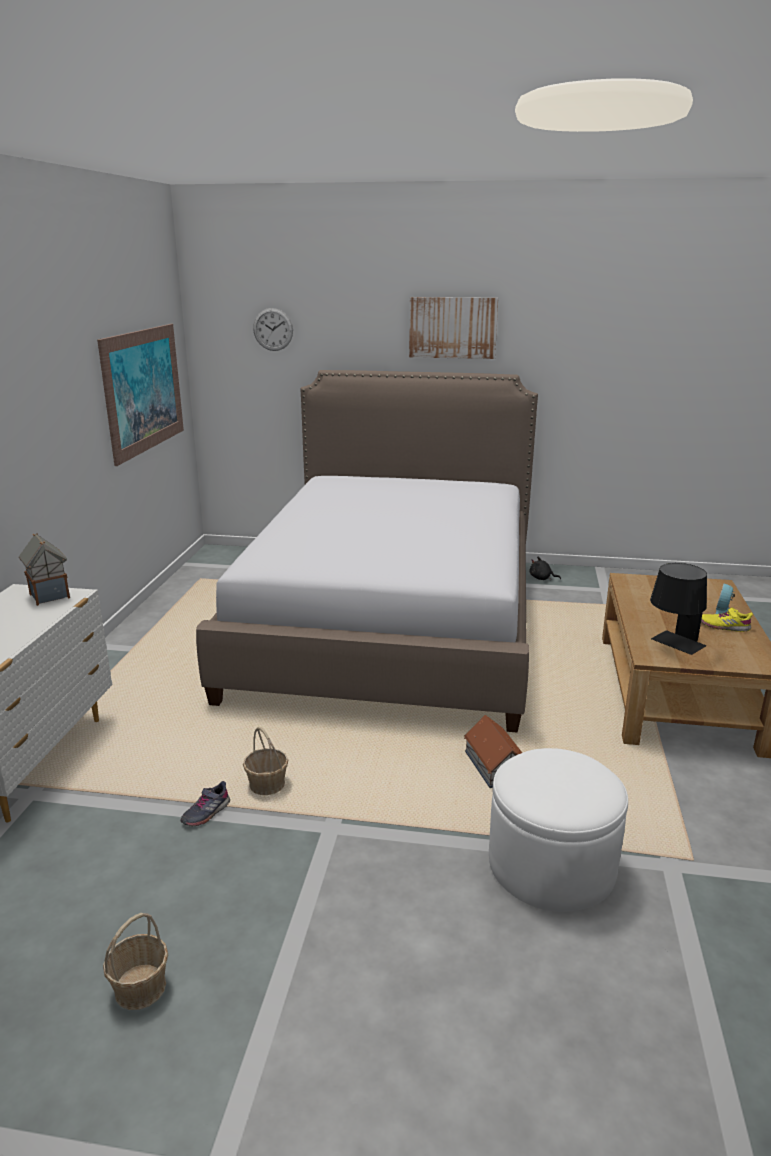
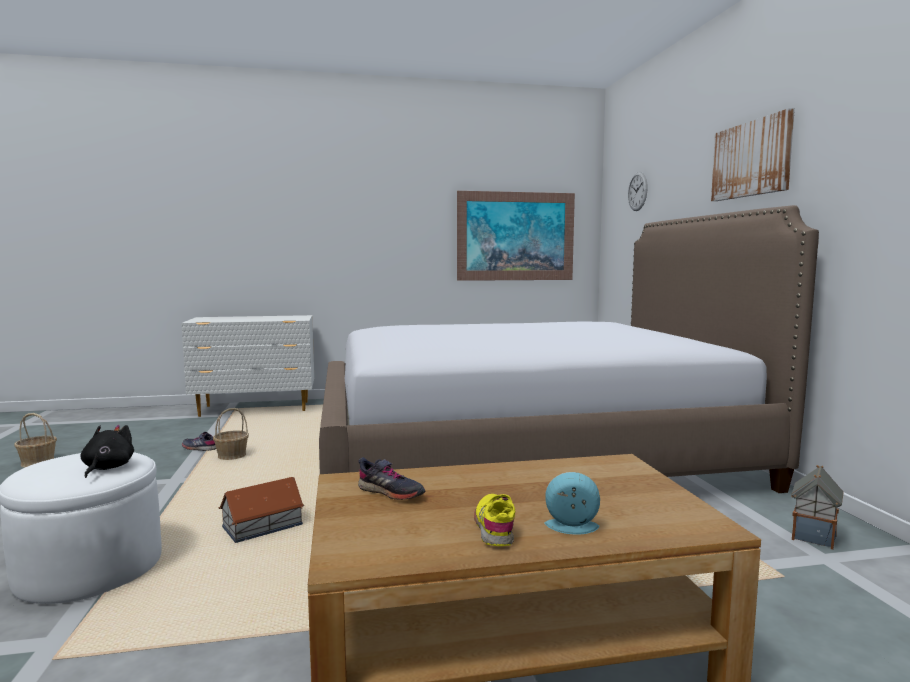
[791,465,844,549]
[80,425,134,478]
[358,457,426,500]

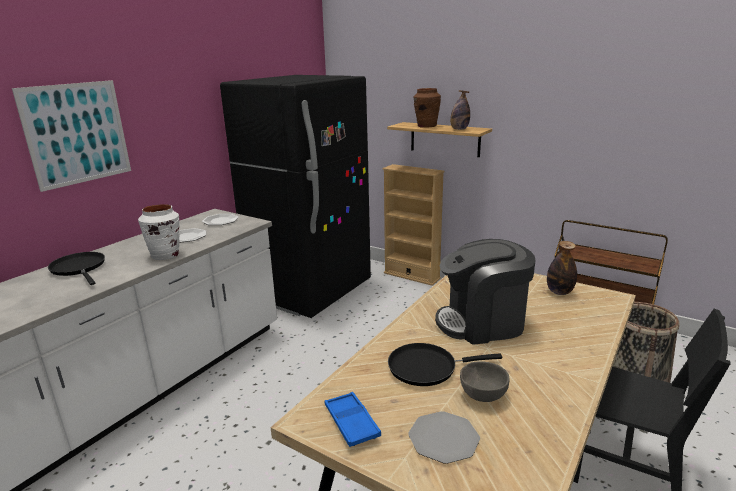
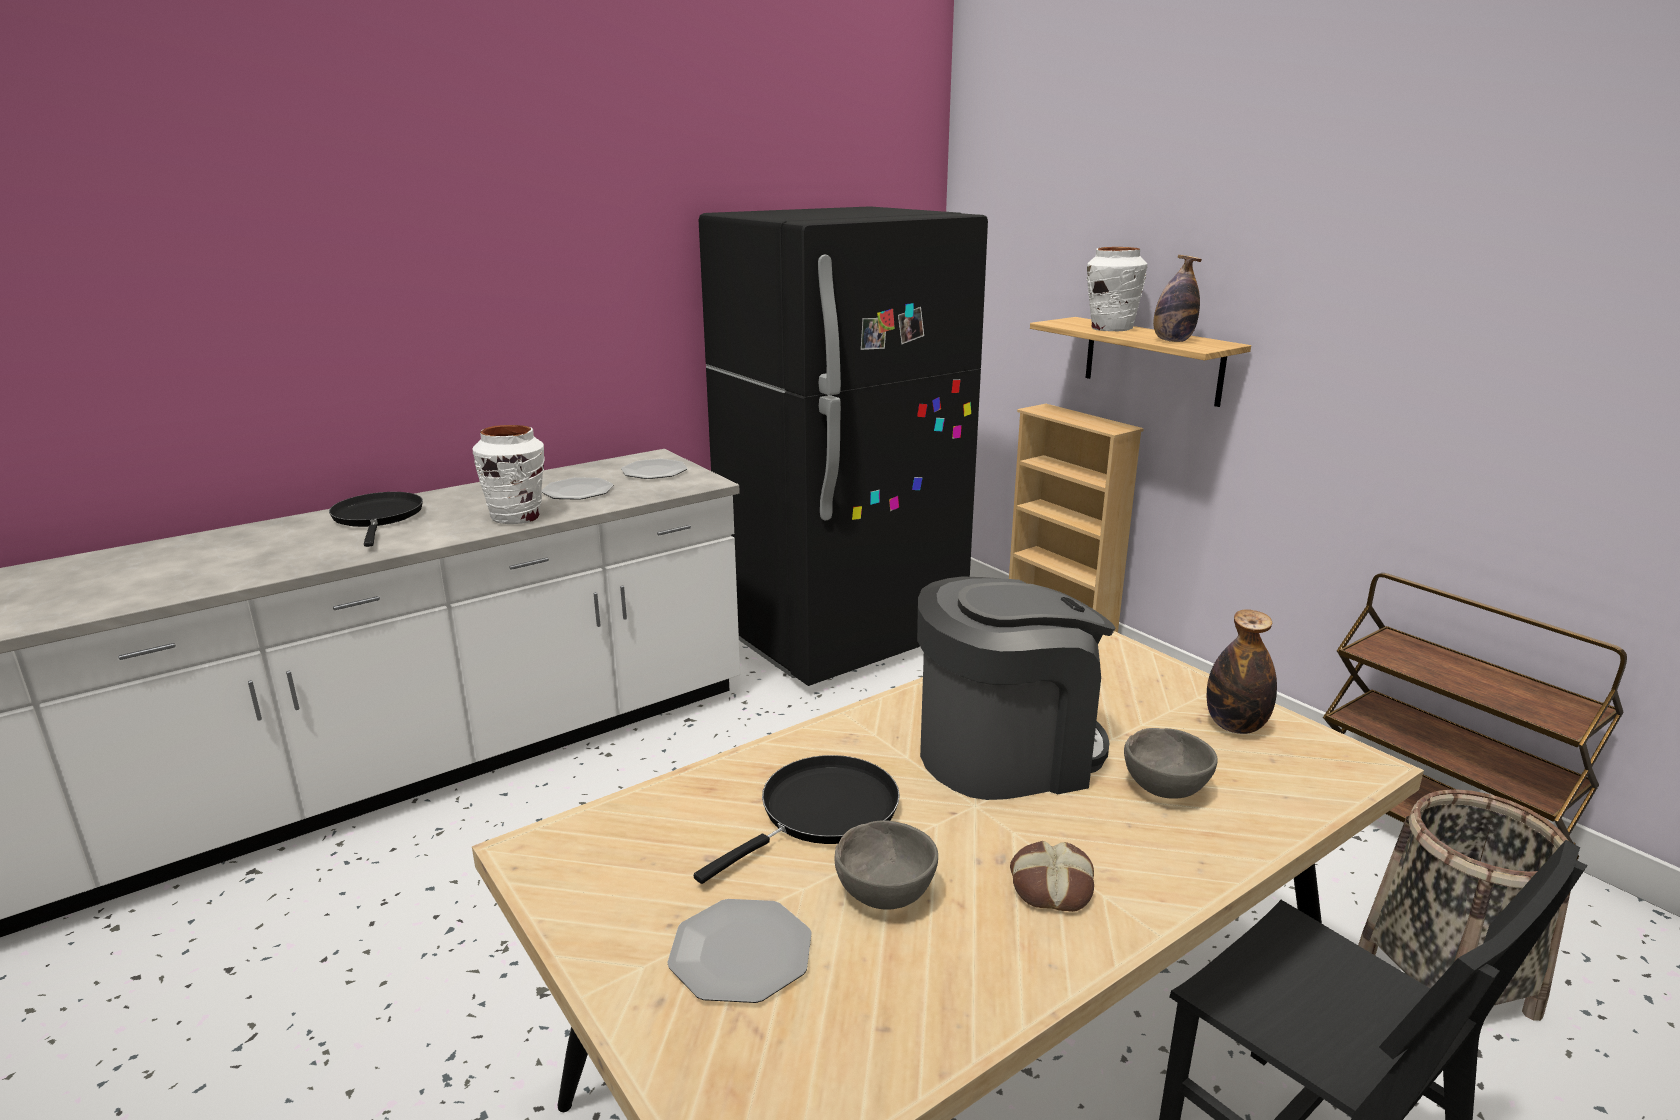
[12,80,131,192] (first image)
[325,392,381,447] (first image)
[1010,841,1094,912]
[1124,728,1218,799]
[1087,247,1147,331]
[694,755,900,884]
[917,577,1115,800]

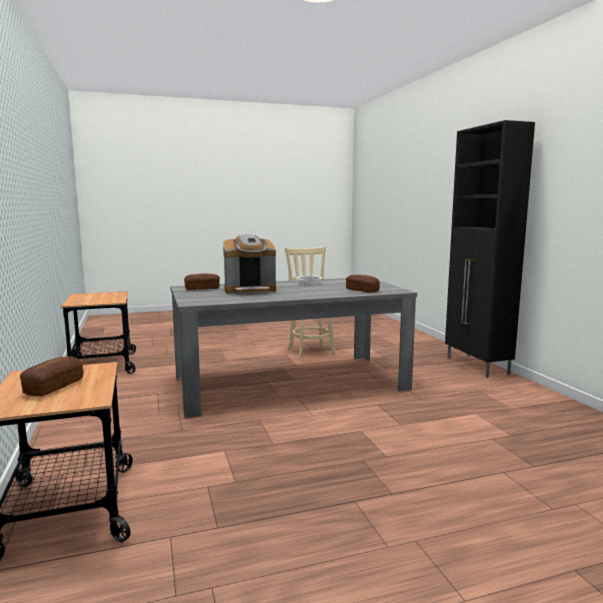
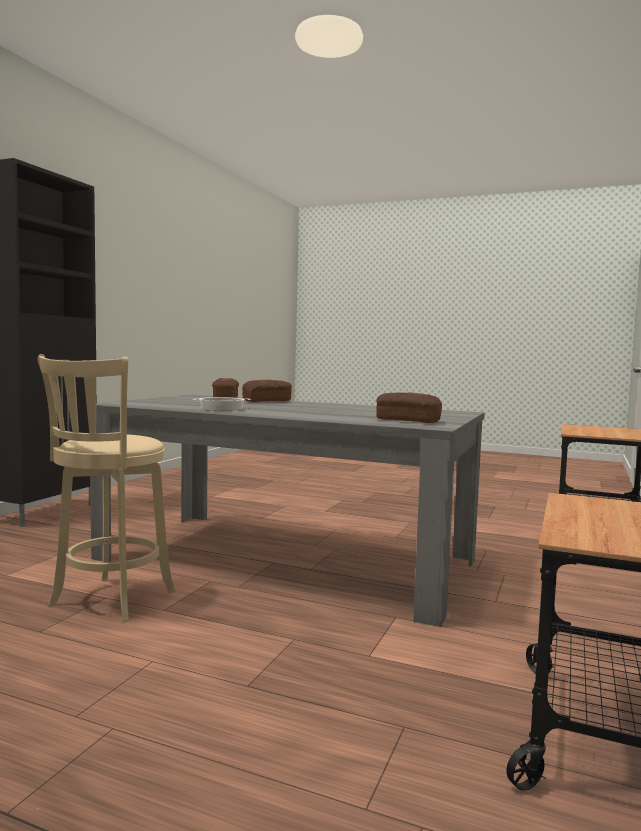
[223,234,276,295] (first image)
[242,380,292,402]

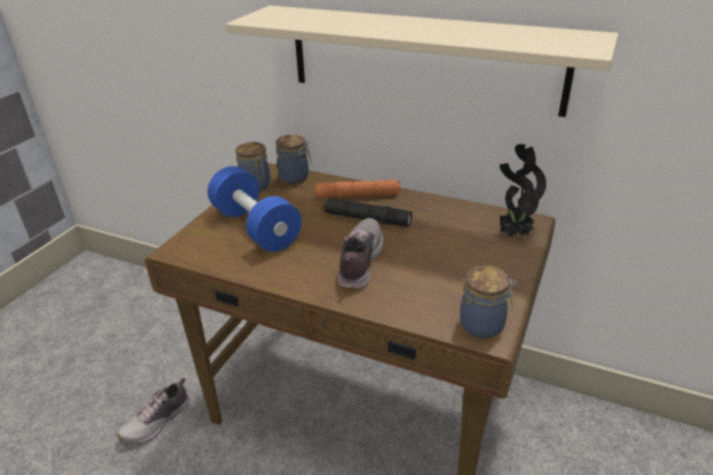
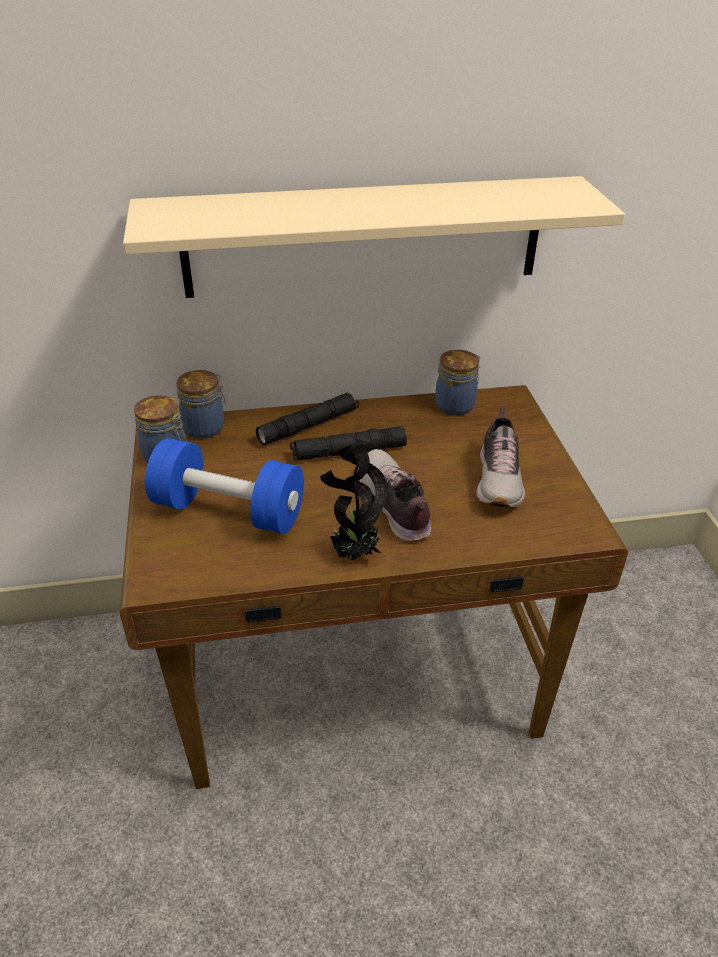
[476,407,525,508]
[435,350,480,416]
[320,444,388,560]
[256,392,359,445]

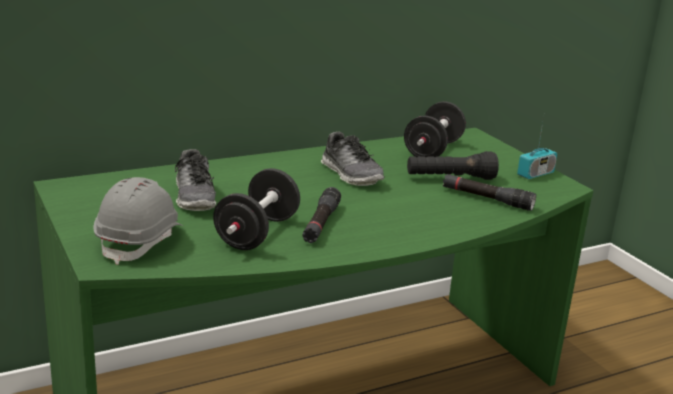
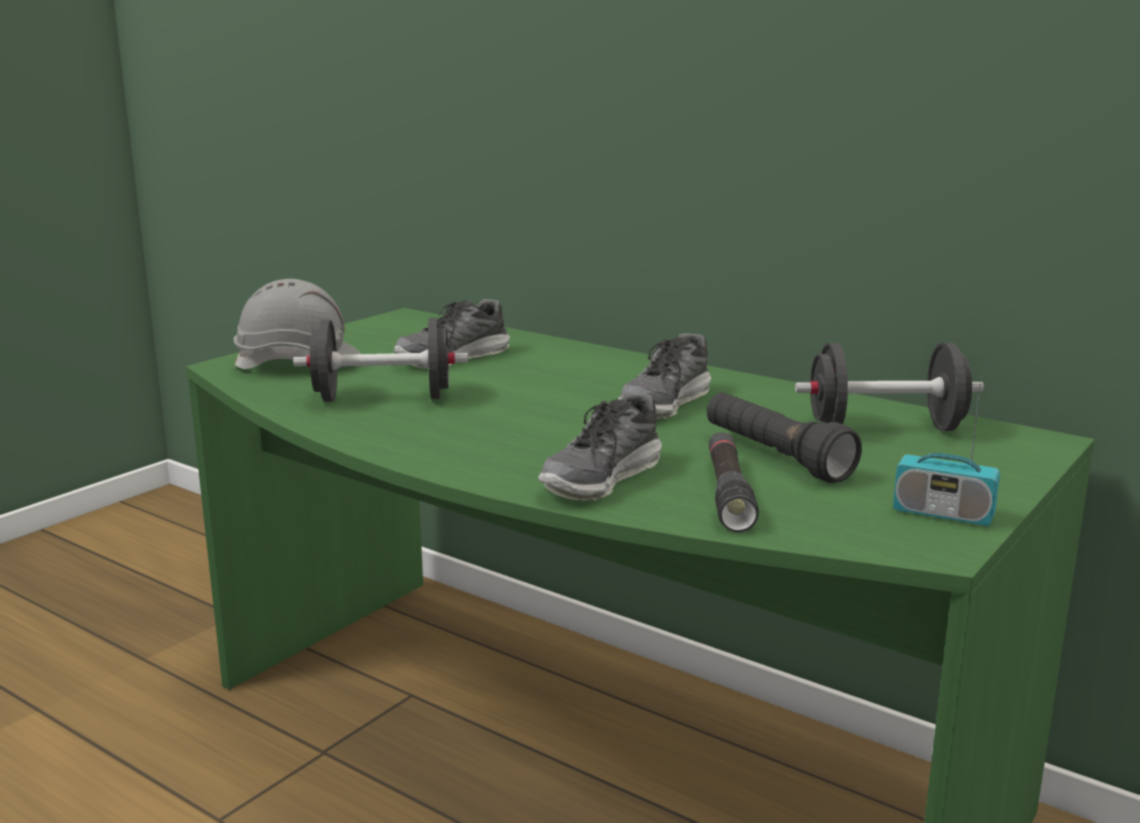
[303,187,341,243] (first image)
[538,393,662,501]

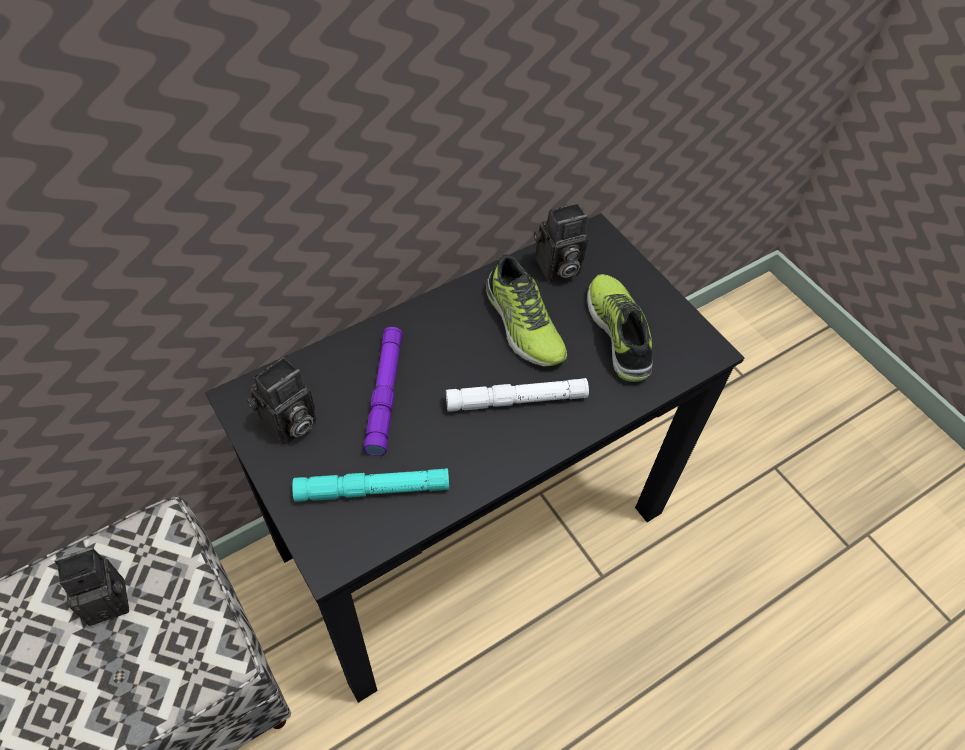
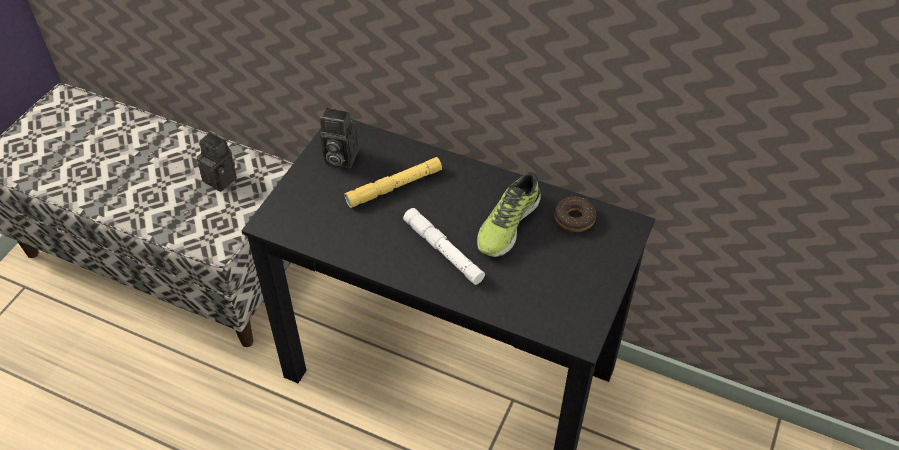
[292,468,449,502] (first image)
[587,274,653,382] (first image)
[554,196,596,232]
[344,157,442,208]

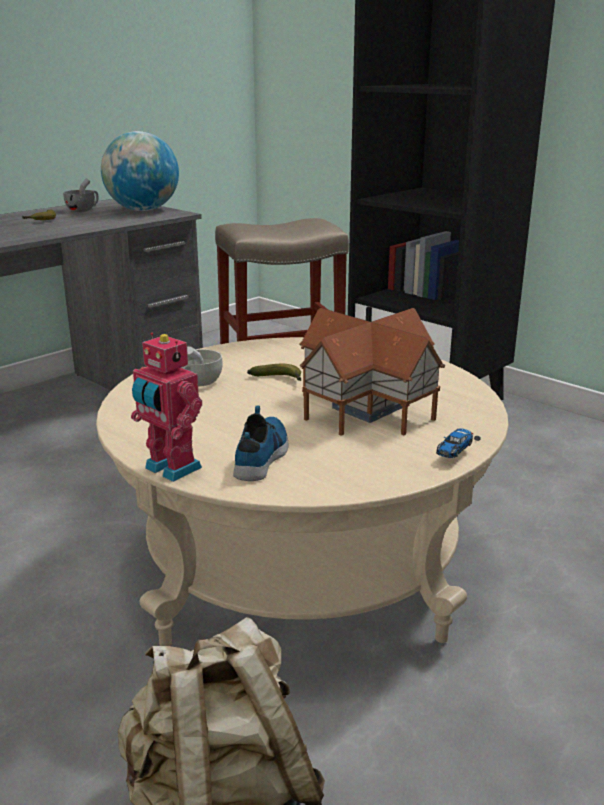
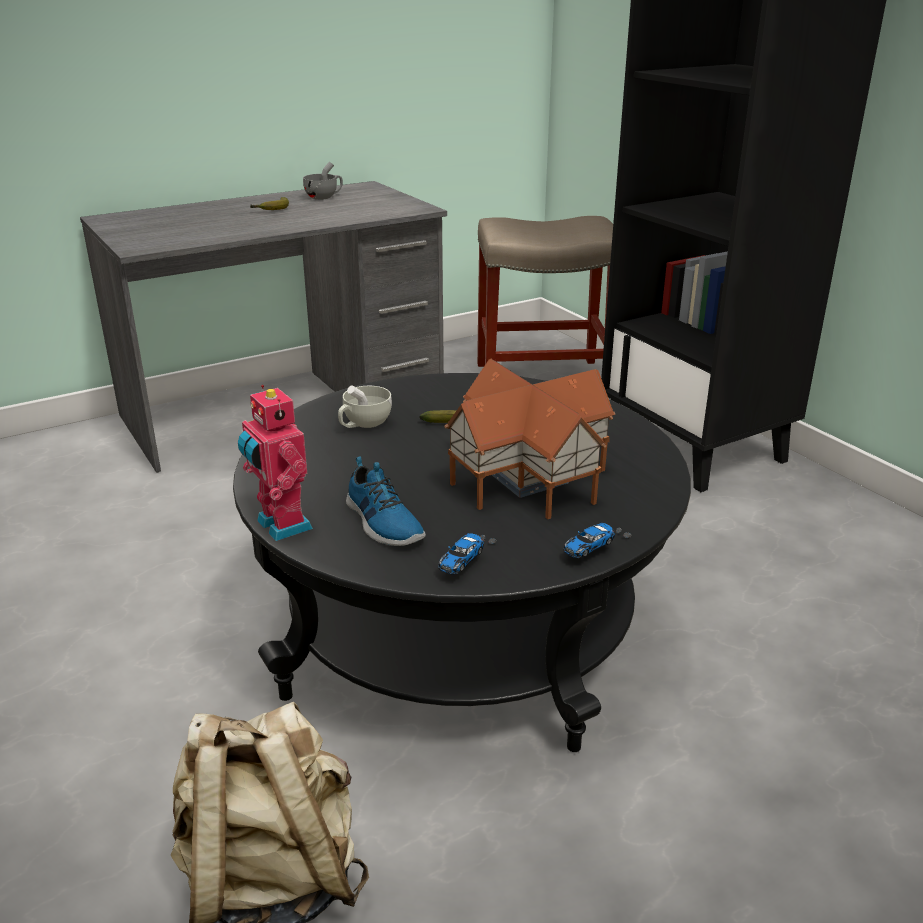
[101,131,179,211] (first image)
[438,533,496,574]
[233,373,691,752]
[346,456,426,546]

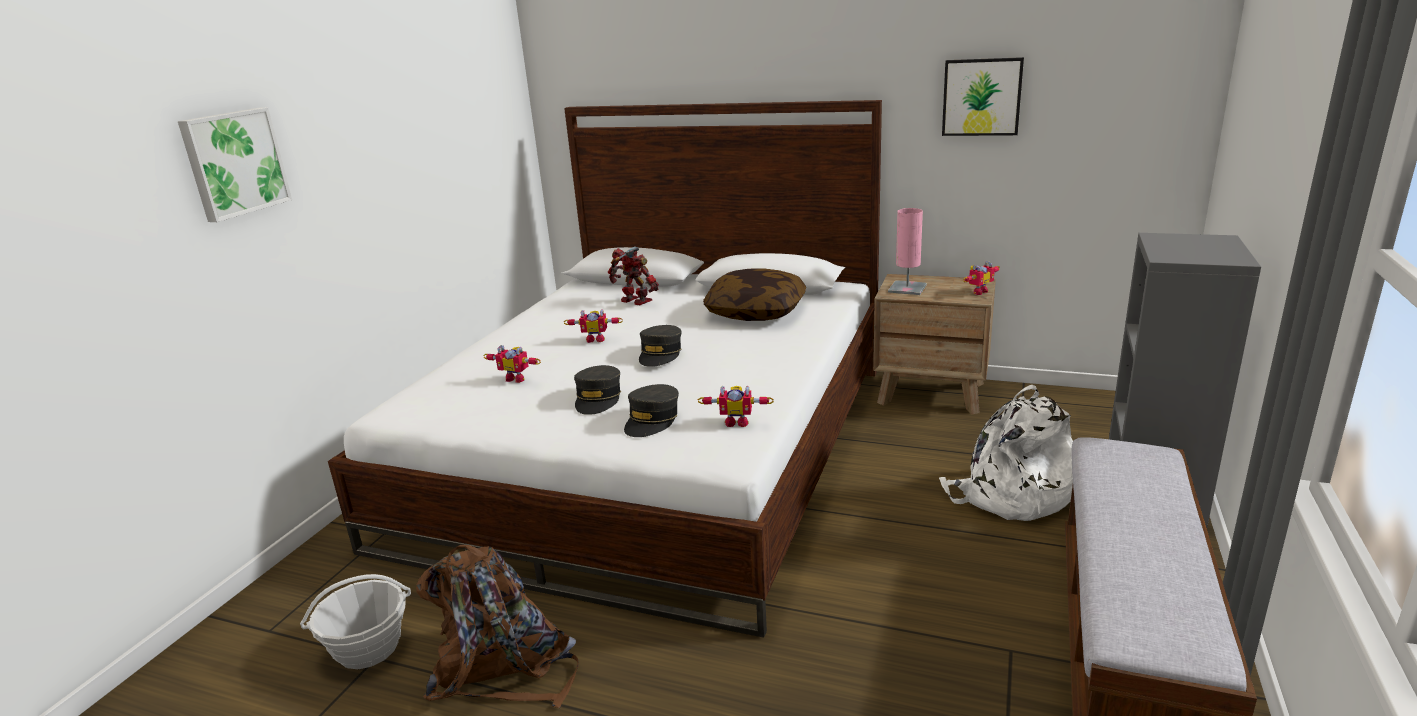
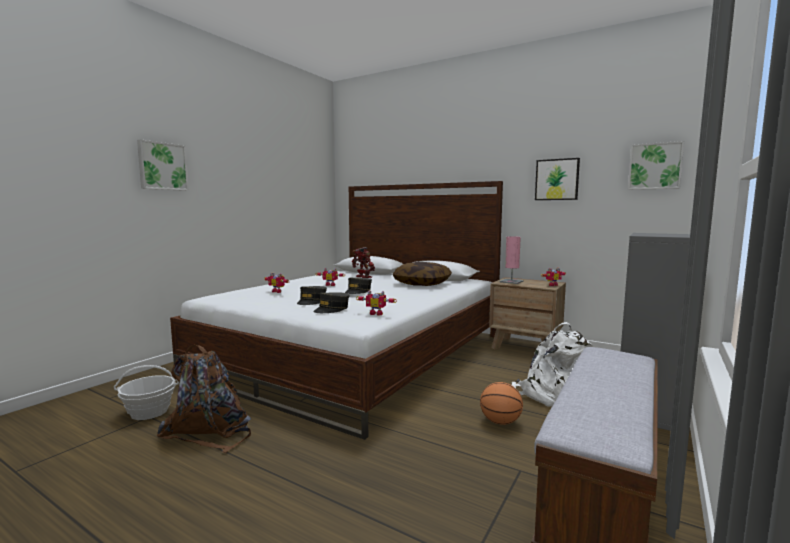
[480,382,523,425]
[628,141,684,190]

